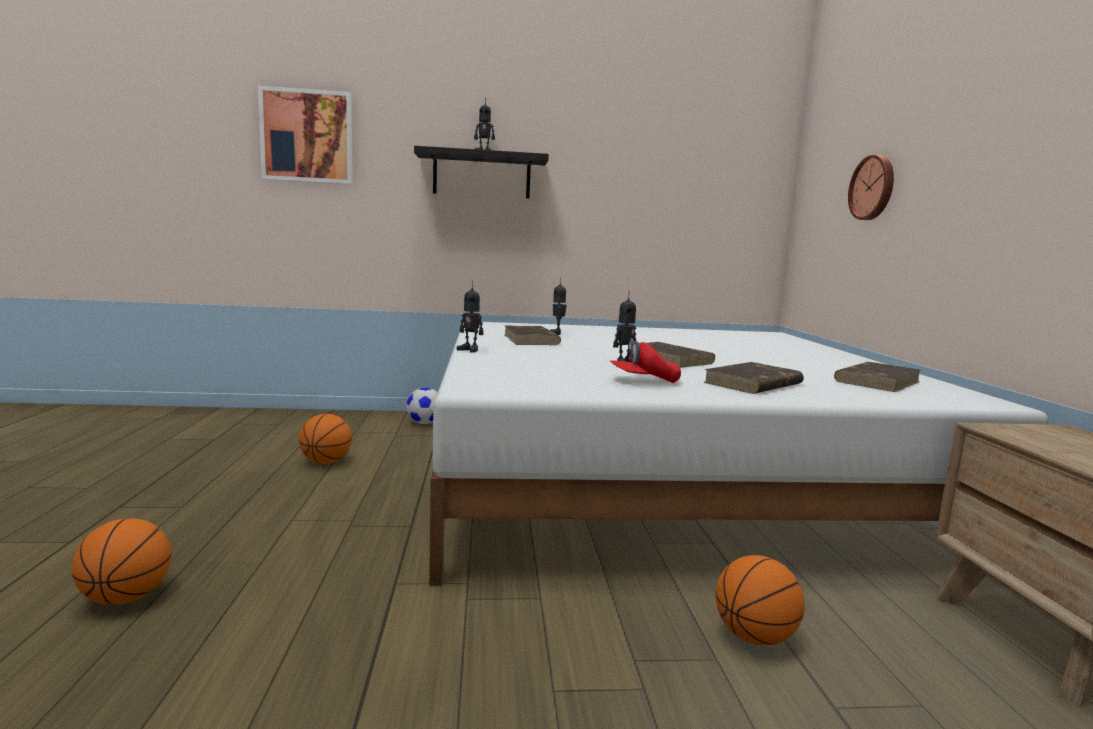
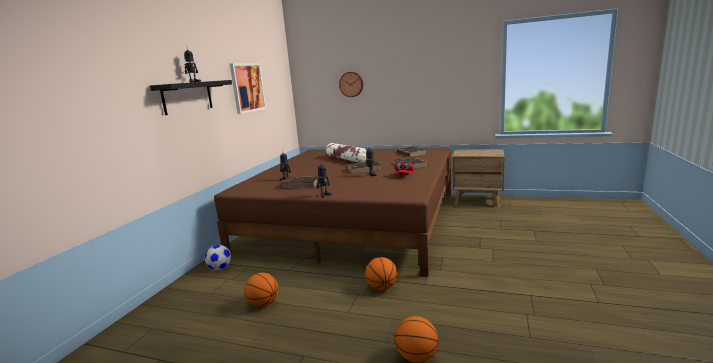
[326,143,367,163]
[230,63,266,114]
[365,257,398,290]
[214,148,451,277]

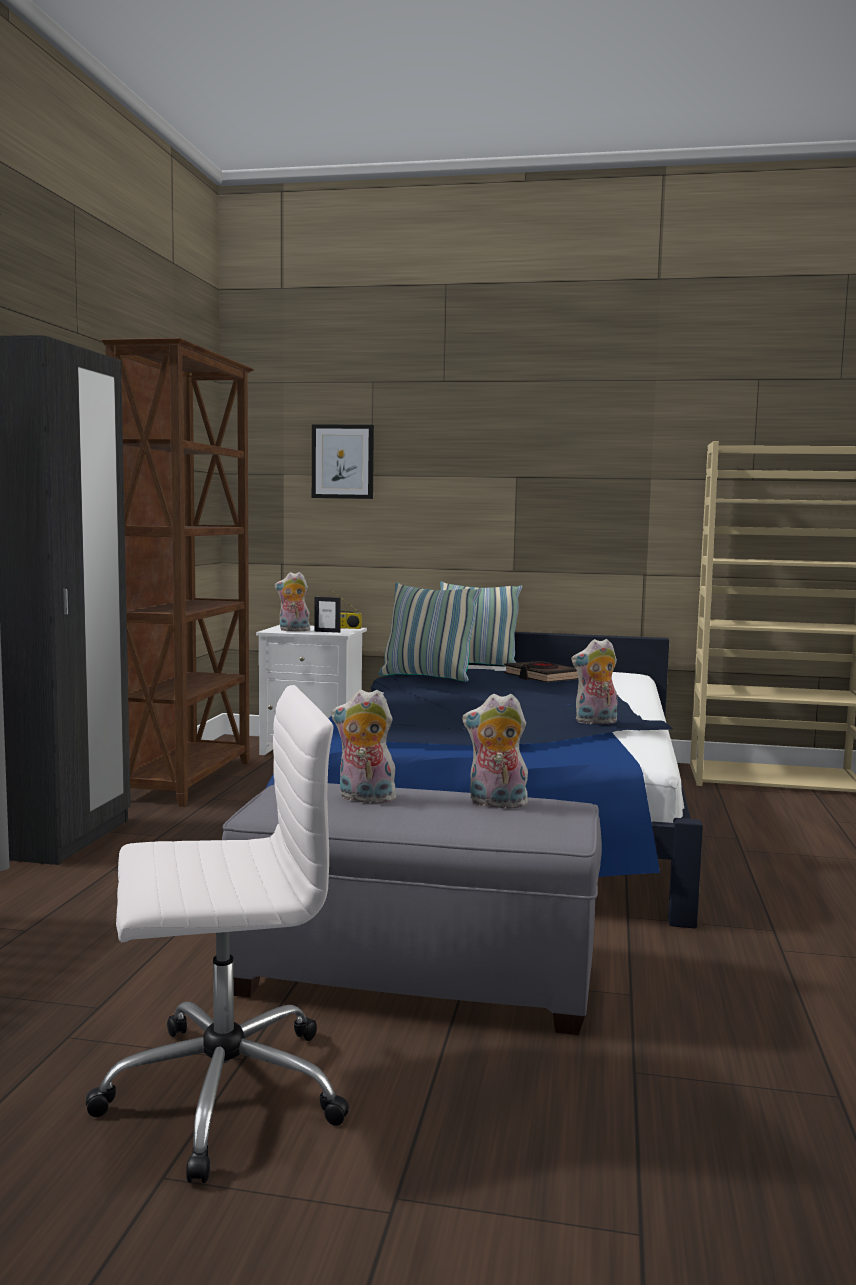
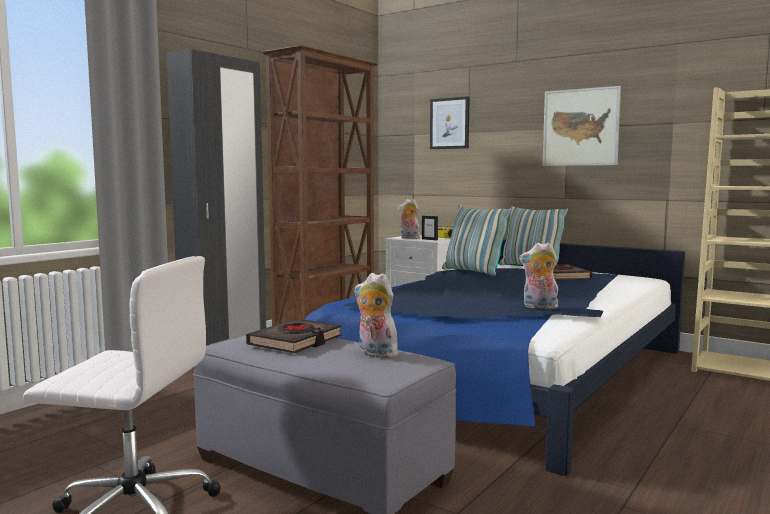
[543,86,621,166]
[246,319,342,353]

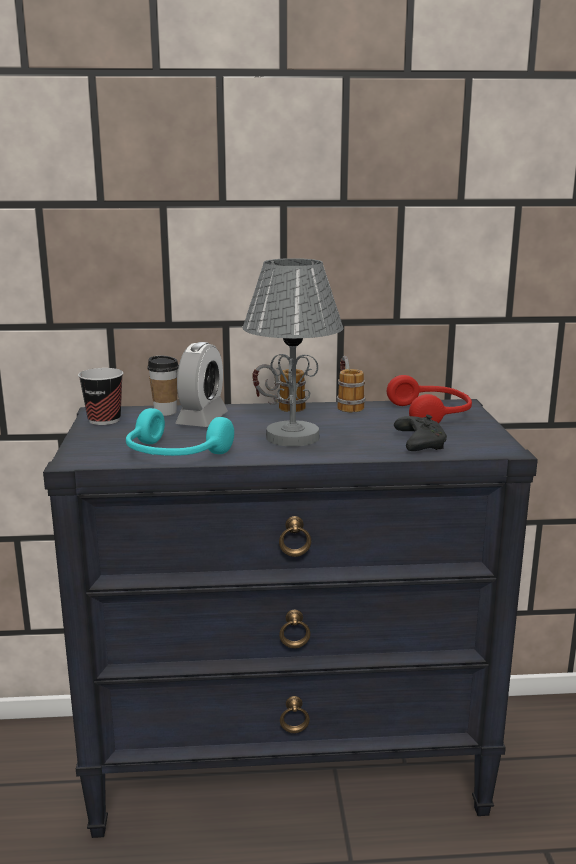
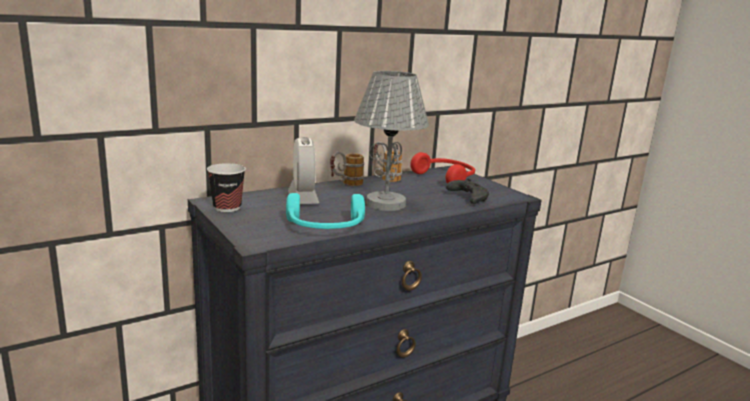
[147,356,179,416] (first image)

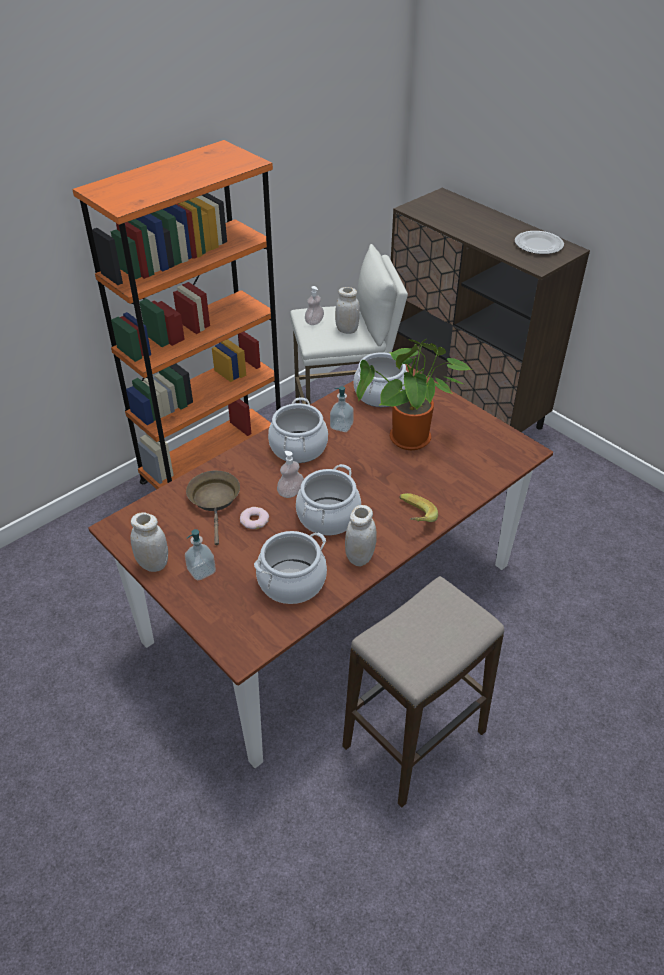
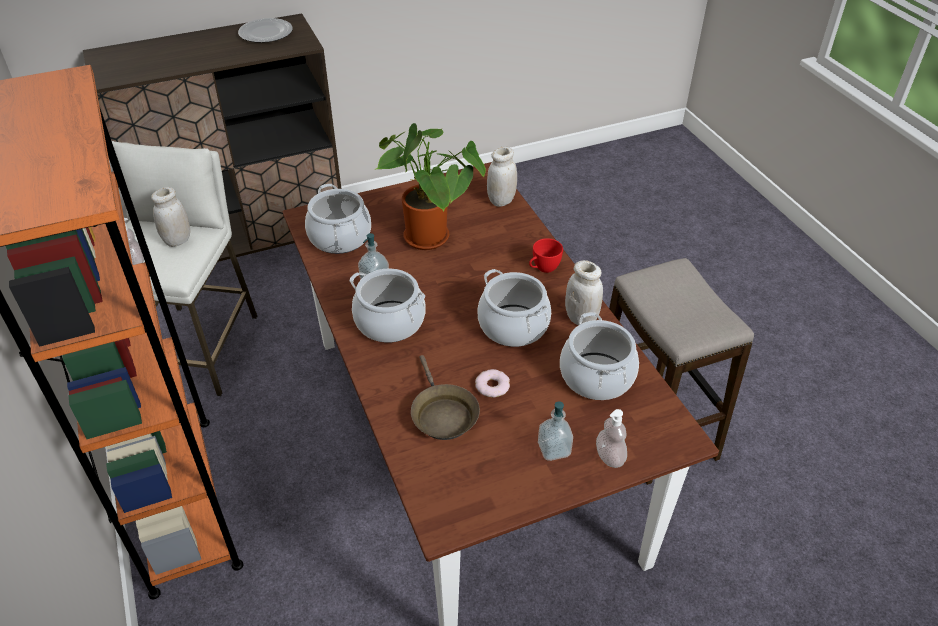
[487,147,517,207]
[596,409,627,468]
[529,238,563,273]
[411,355,480,440]

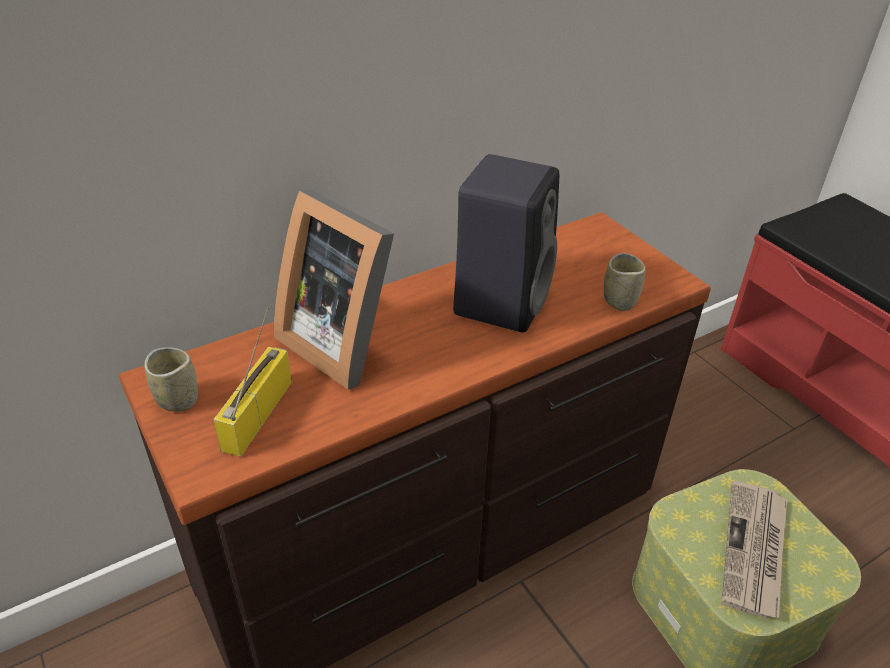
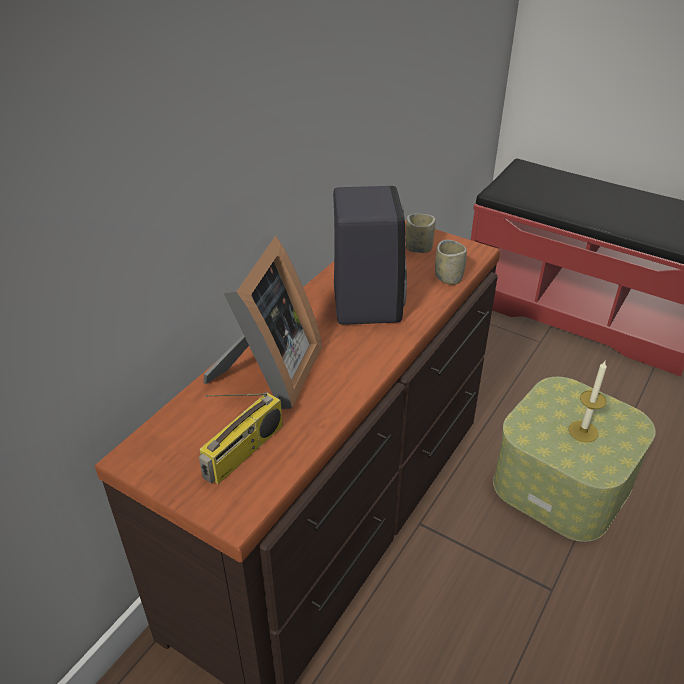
[406,214,436,253]
[568,361,607,442]
[199,392,283,484]
[203,235,322,409]

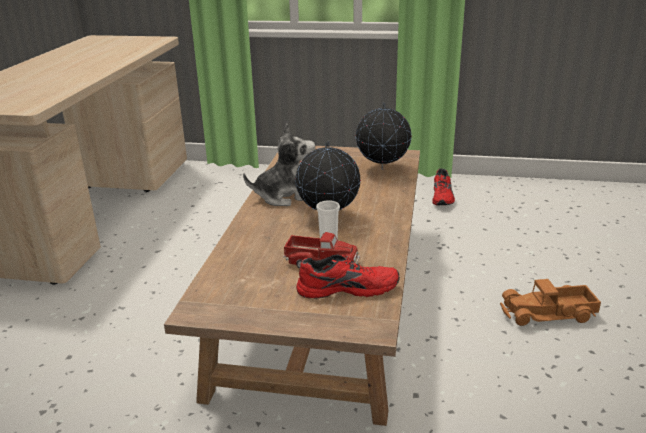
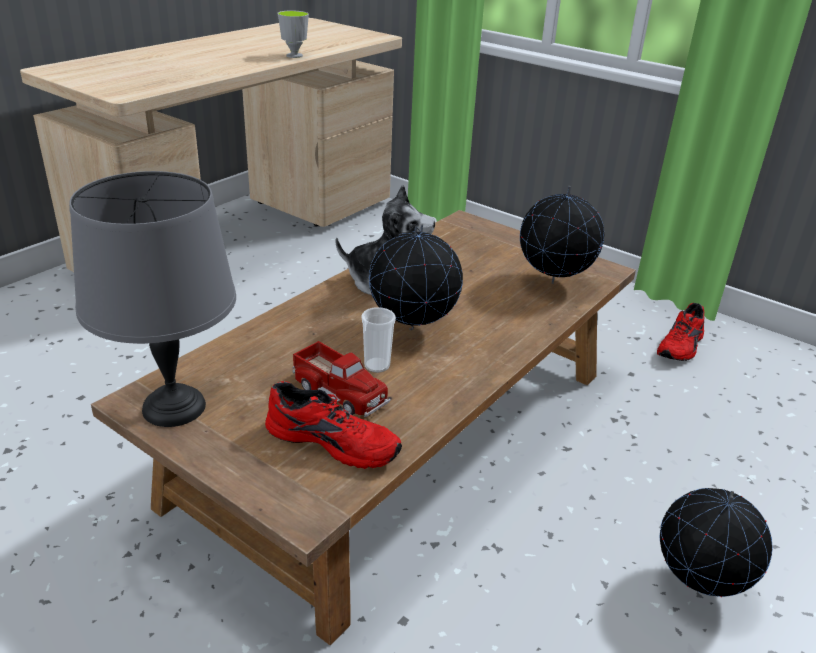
[69,171,236,427]
[277,10,309,58]
[660,488,772,597]

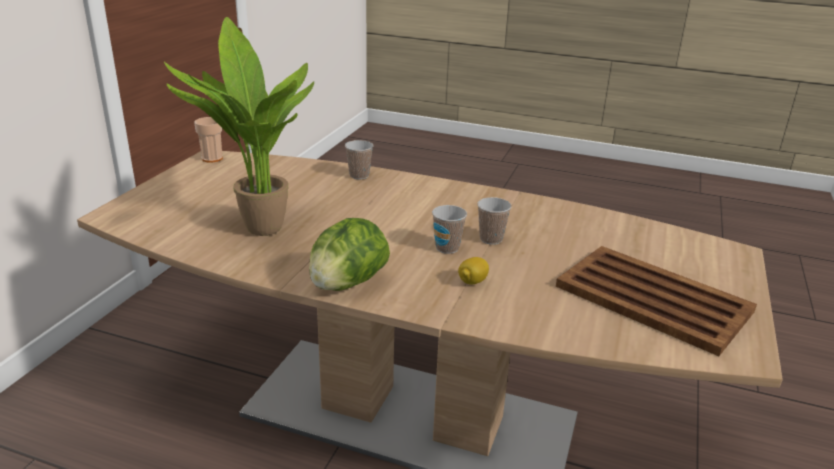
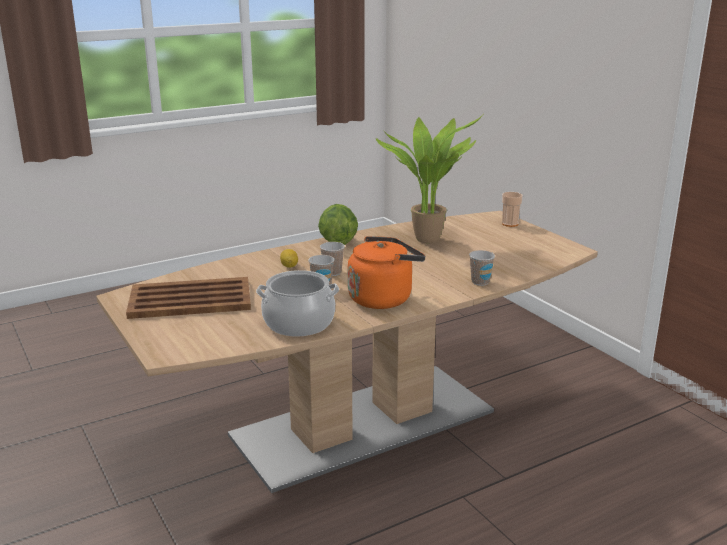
[256,270,339,337]
[348,236,425,309]
[502,192,523,227]

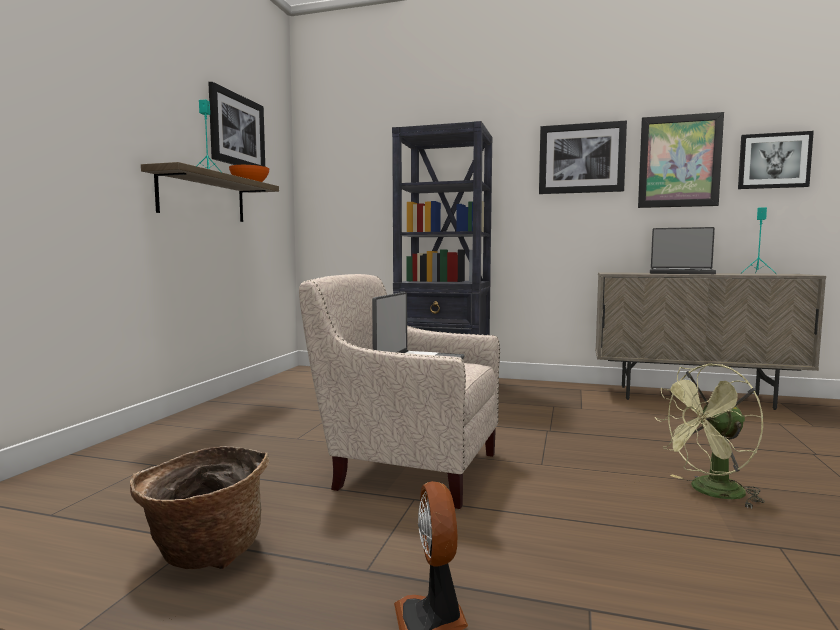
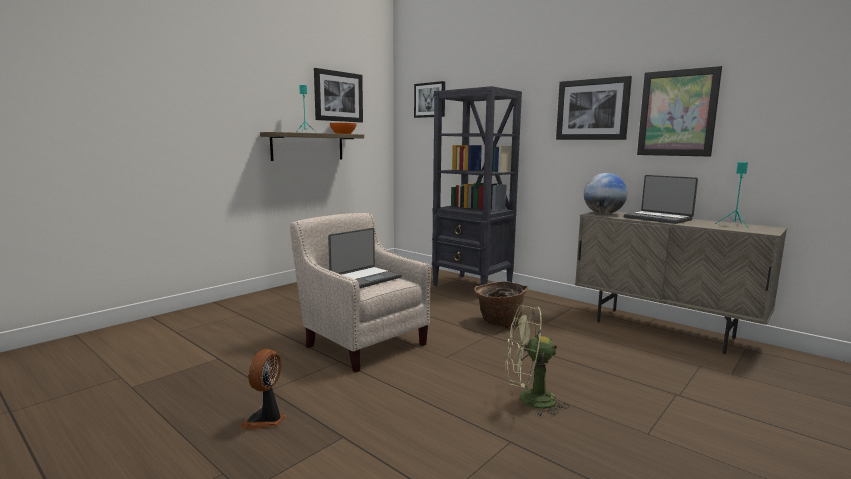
[584,173,627,214]
[474,281,529,329]
[414,81,445,118]

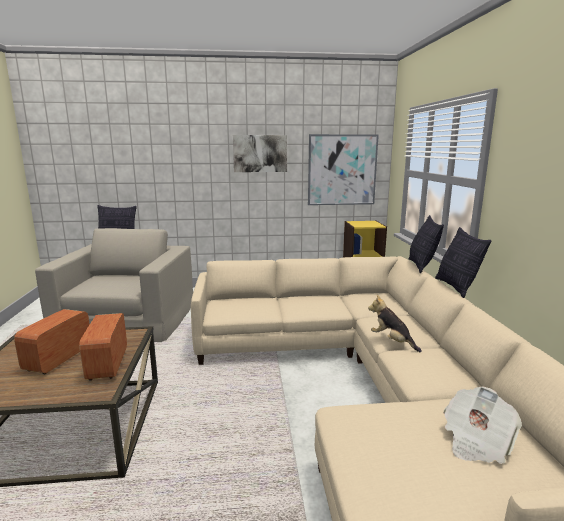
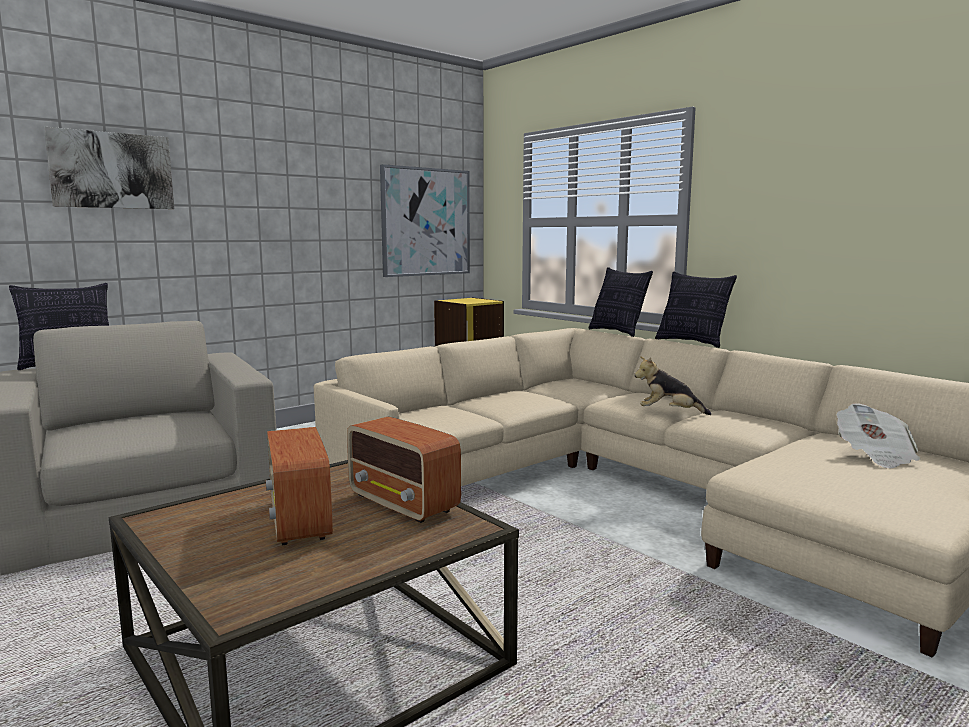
[44,127,174,209]

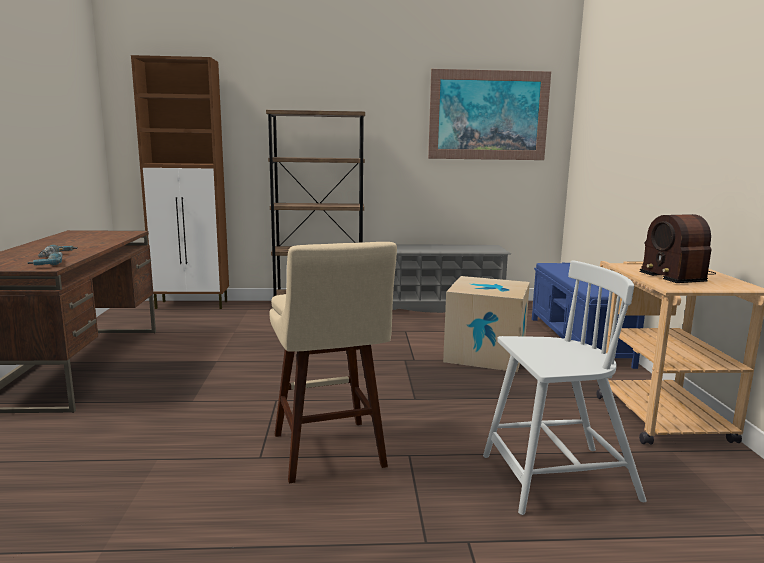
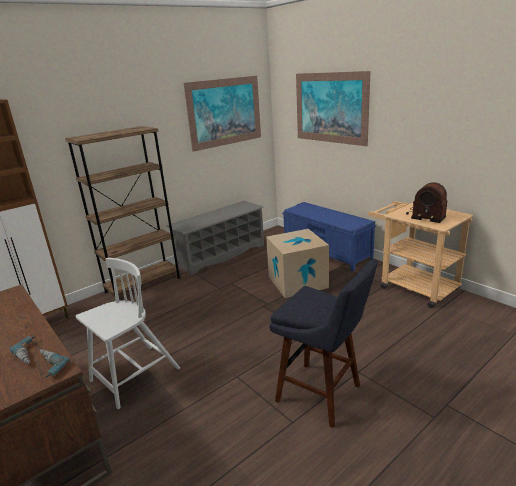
[296,71,371,146]
[76,258,180,409]
[269,260,378,428]

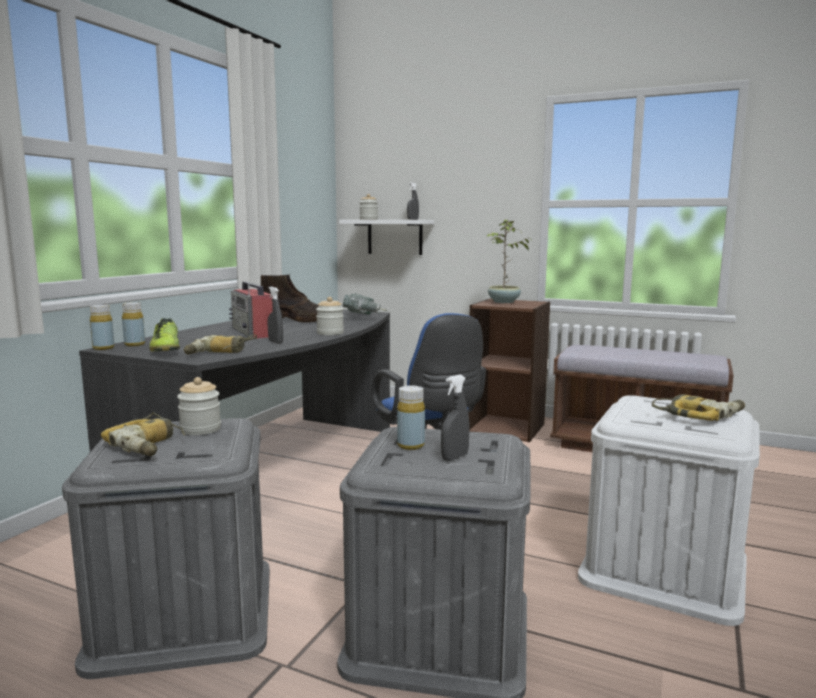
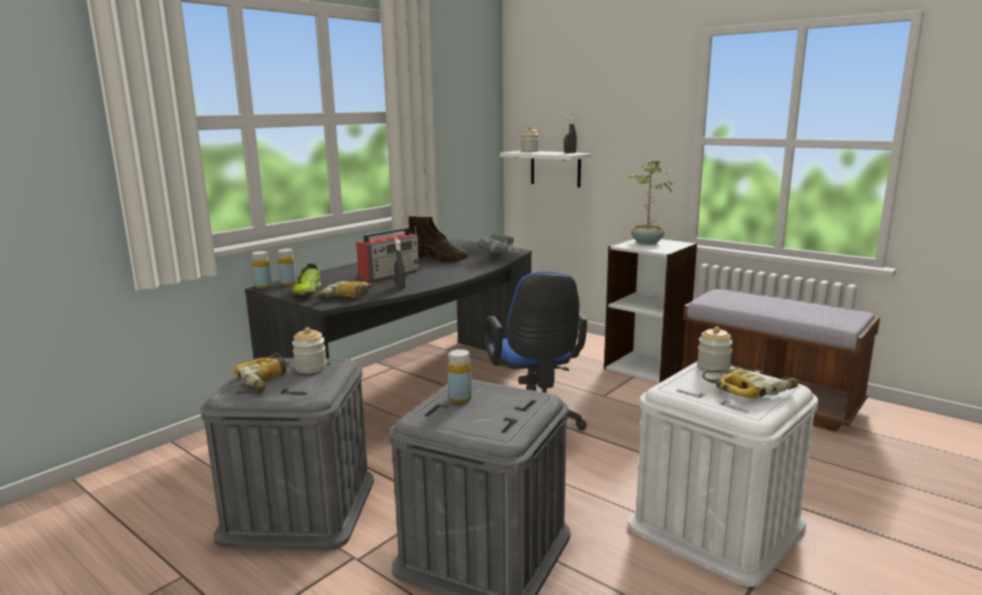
[441,375,470,461] (first image)
[697,326,733,374]
[604,238,697,383]
[356,226,419,281]

